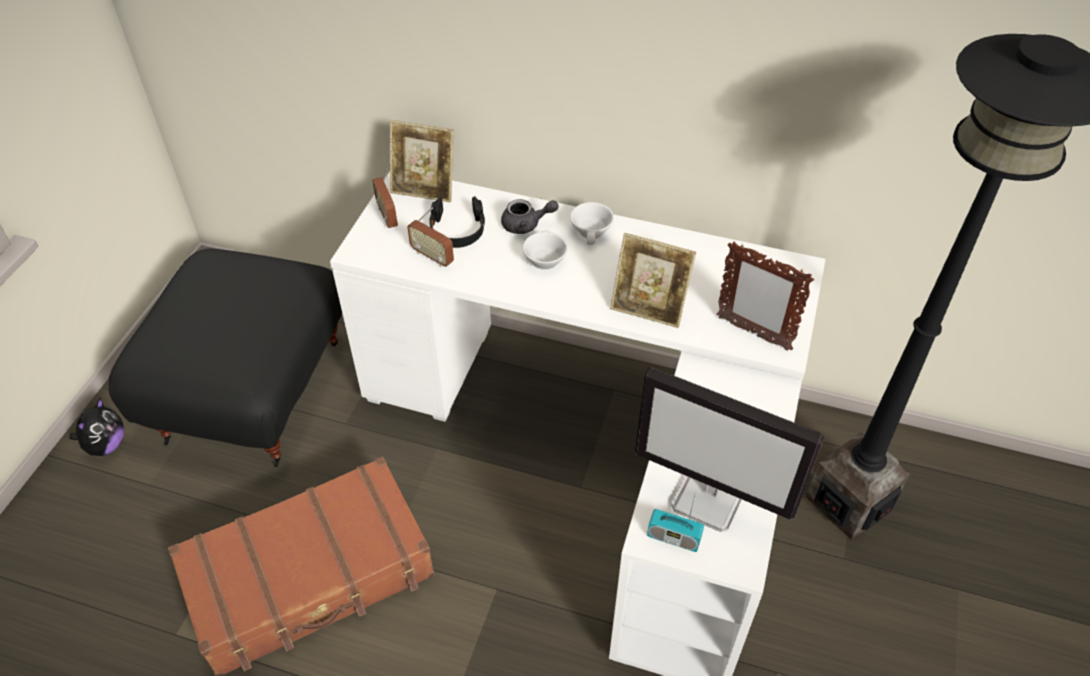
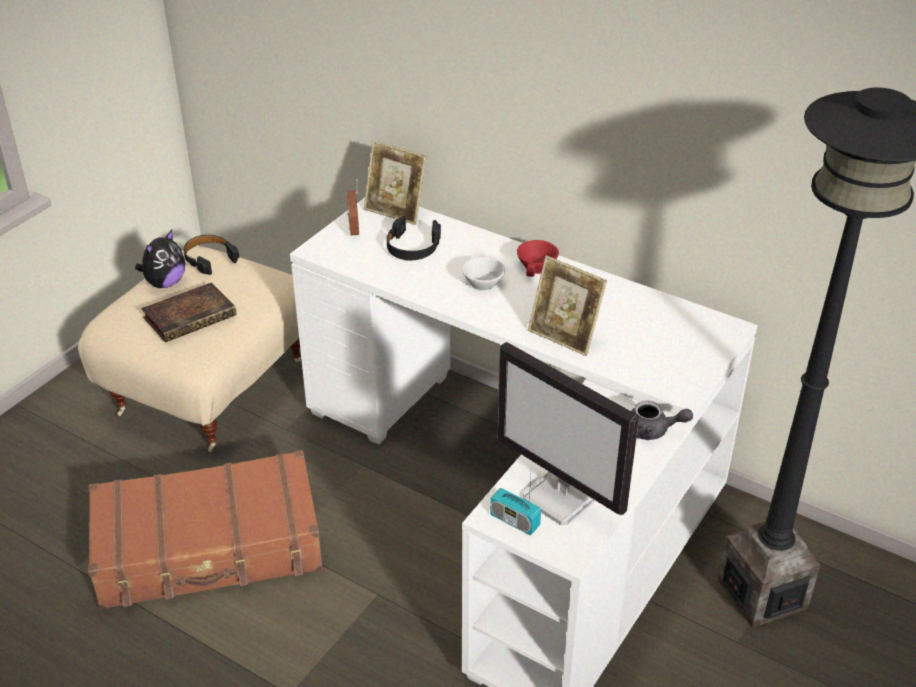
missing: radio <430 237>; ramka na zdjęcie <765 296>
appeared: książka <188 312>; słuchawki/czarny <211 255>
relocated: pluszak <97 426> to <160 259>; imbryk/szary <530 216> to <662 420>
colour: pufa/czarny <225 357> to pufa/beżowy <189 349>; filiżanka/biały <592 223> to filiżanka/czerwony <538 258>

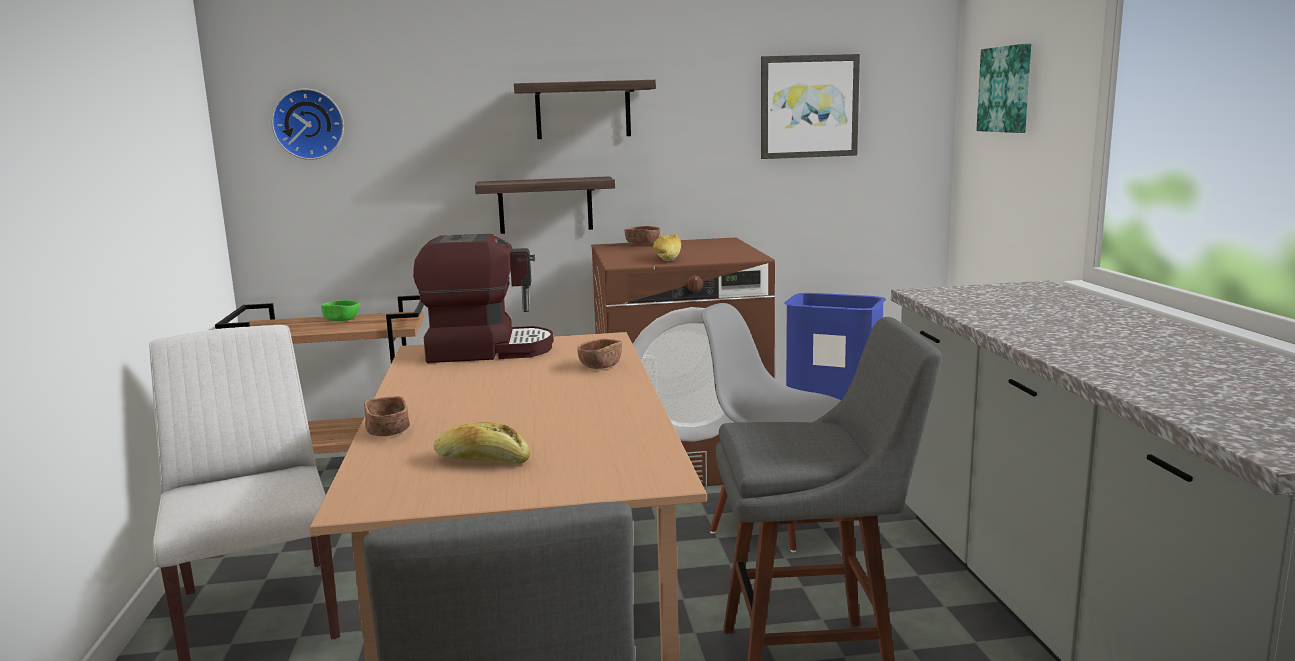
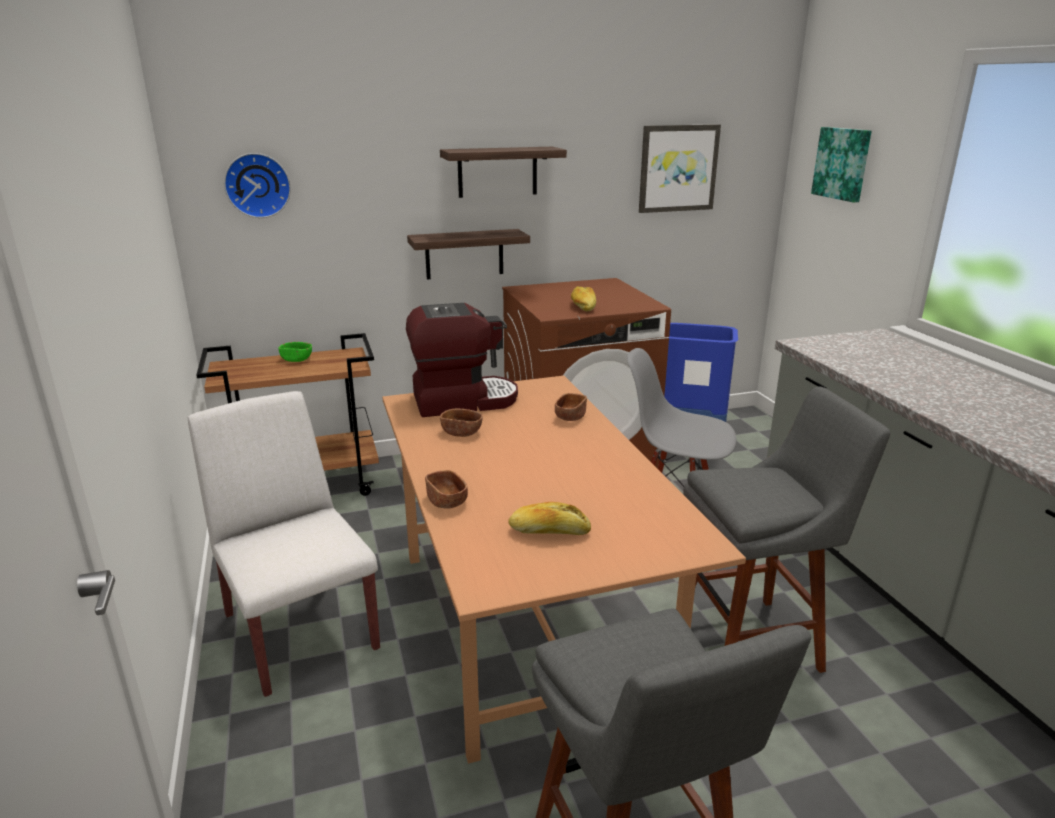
relocated: miska/brązowy <642 235> to <461 423>

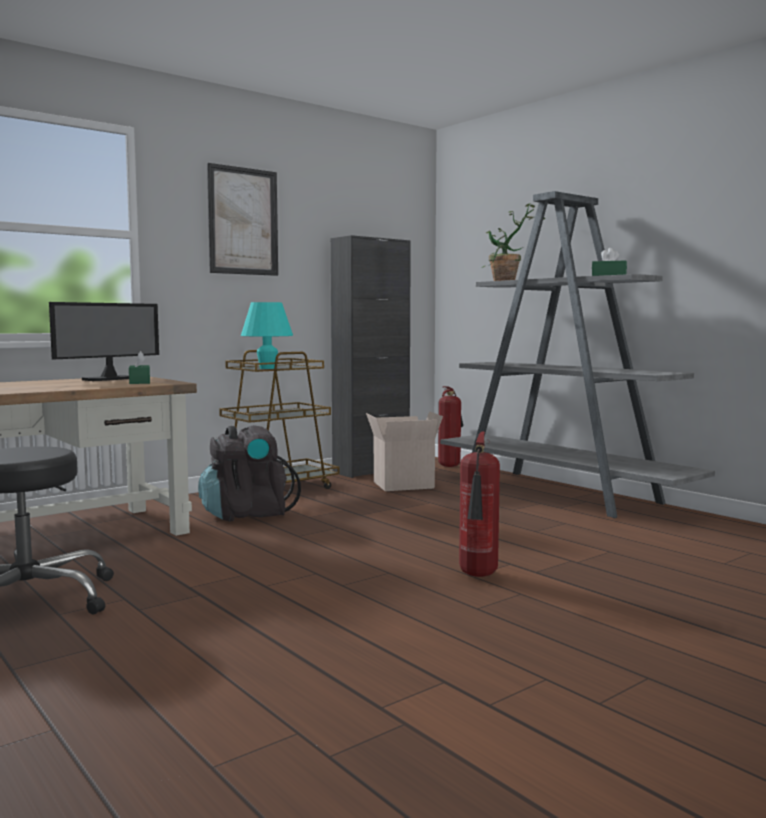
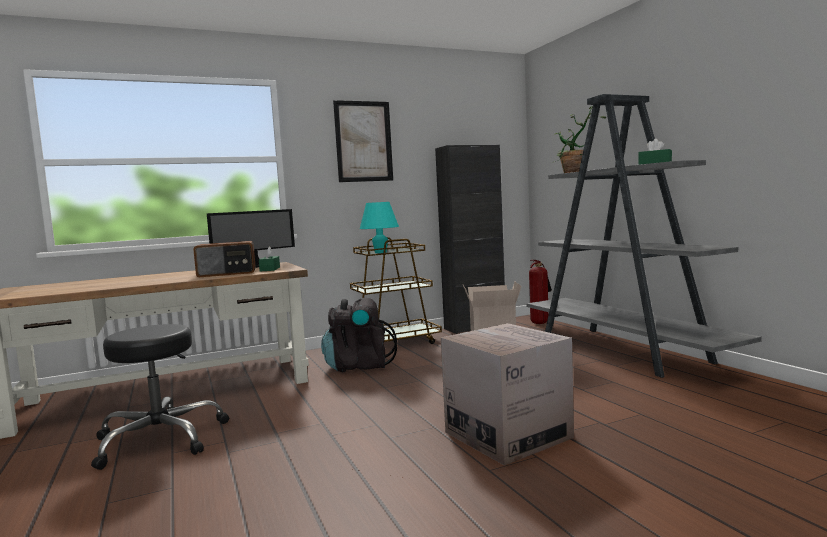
appeared: radio <224 259>
exchanged: gaśnica <479 504> to karton <507 394>

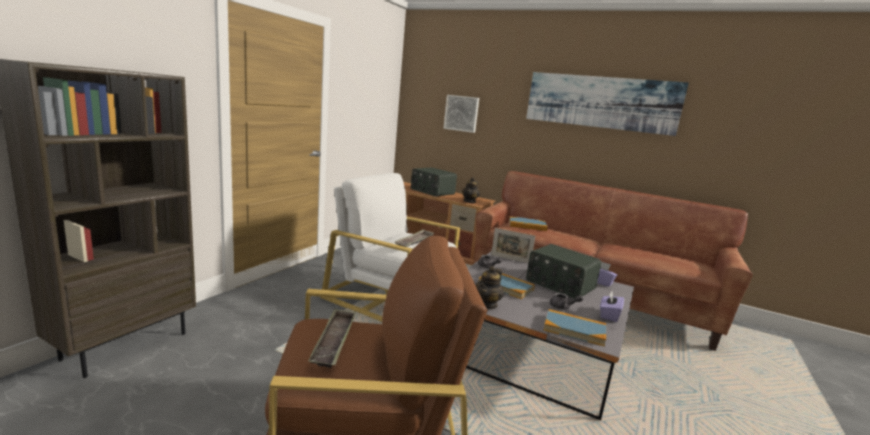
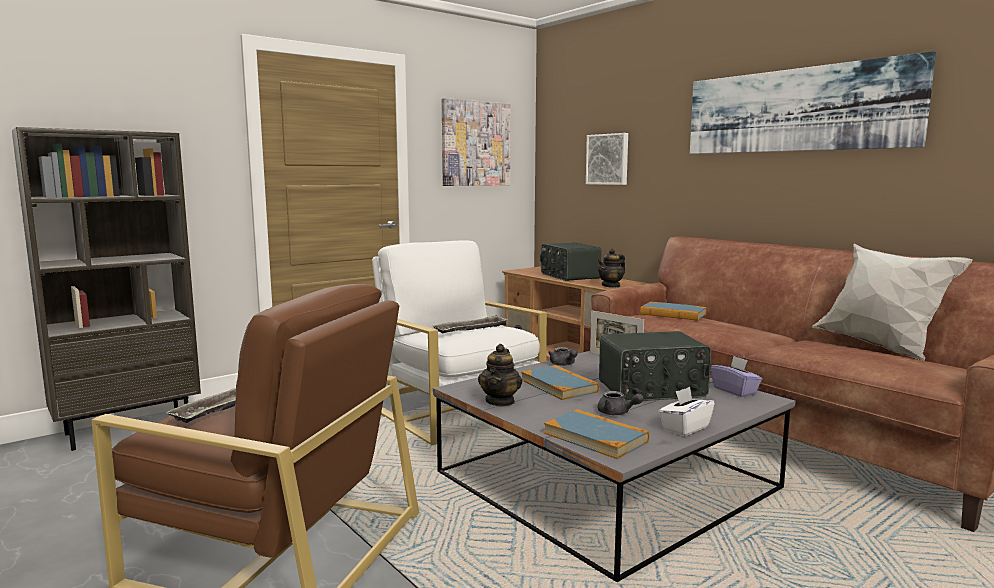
appeared: obraz <476 142>; poduszka/biały <892 302>
colour: pudełko chusteczek/fioletowy <612 306> to pudełko chusteczek/biały <687 411>
spun: imbryk <490 288> = <500 375> 45 degrees counterclockwise; radio <563 271> = <655 366> 75 degrees counterclockwise

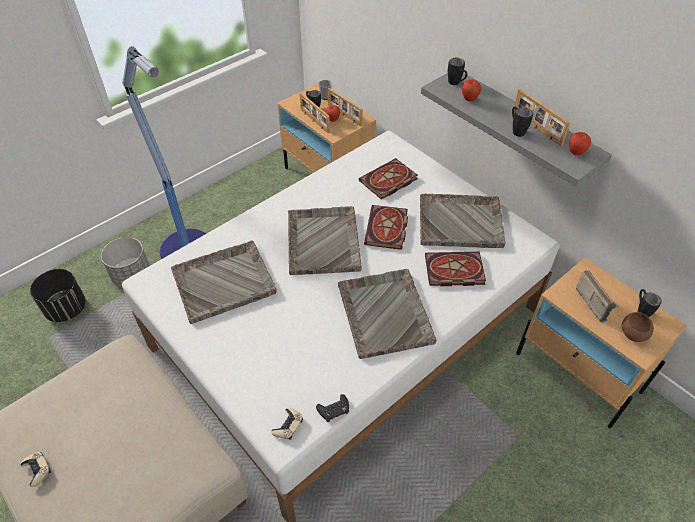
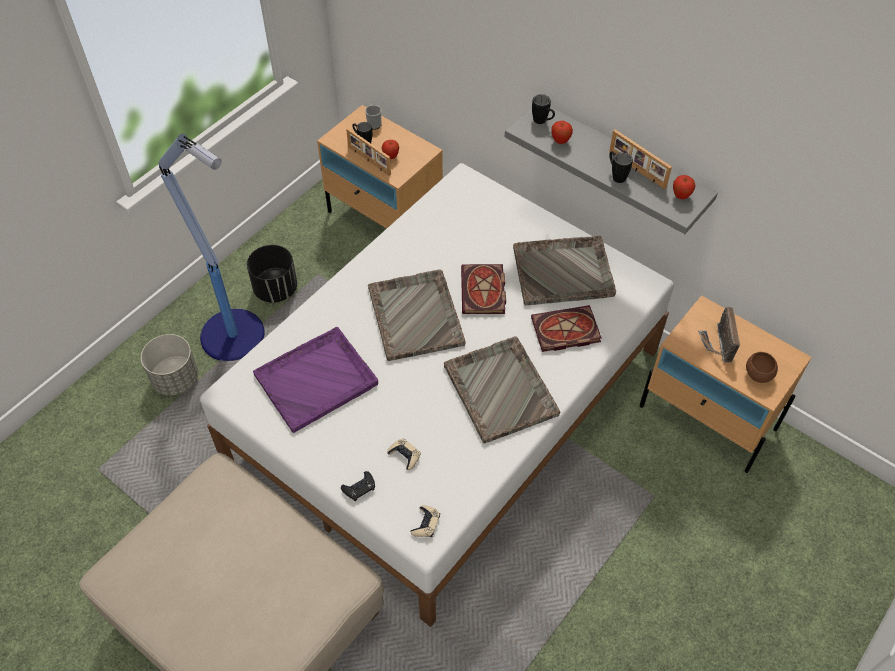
missing: ramka na zdjęcie <345 107>; książka <388 179>; kubek/czarny <650 303>
relocated: pad do gier/beżowy <35 469> to <404 454>; donica/czarny <58 295> to <272 274>; pad do gier/czarny <332 408> to <358 486>
colour: taca/szary <223 282> to taca/fioletowy <315 380>
spun: radio <597 296> = <719 334> 150 degrees counterclockwise

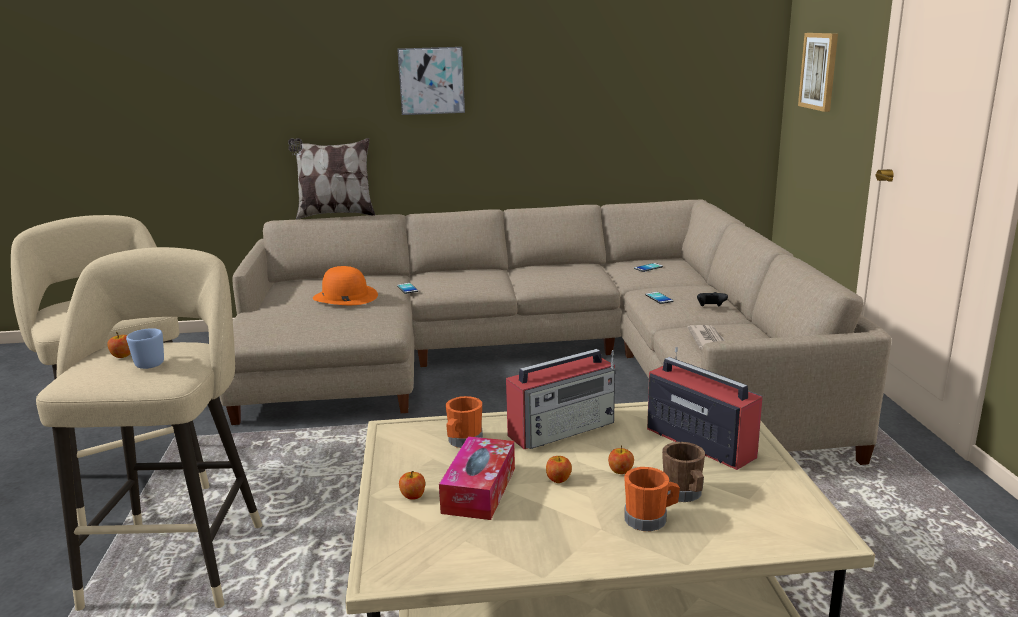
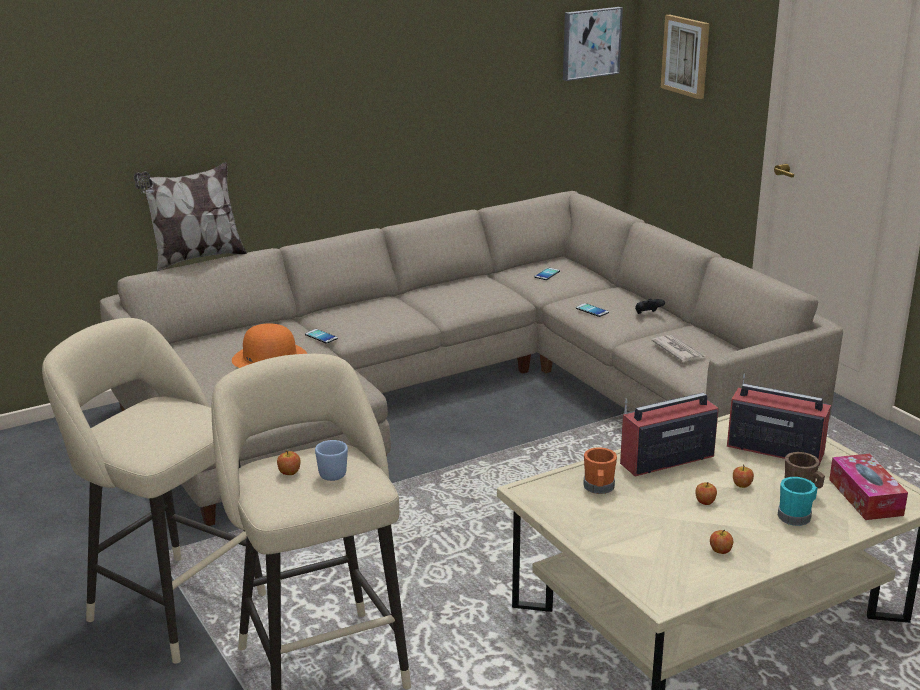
relocated: obraz <431 81> to <593 44>; jabłko <412 485> to <721 542>; pudełko chusteczek <477 478> to <868 487>
colour: kubek/pomarańczowy <652 499> to kubek/turkusowy <798 501>
spun: radio <560 399> = <669 434> 150 degrees counterclockwise

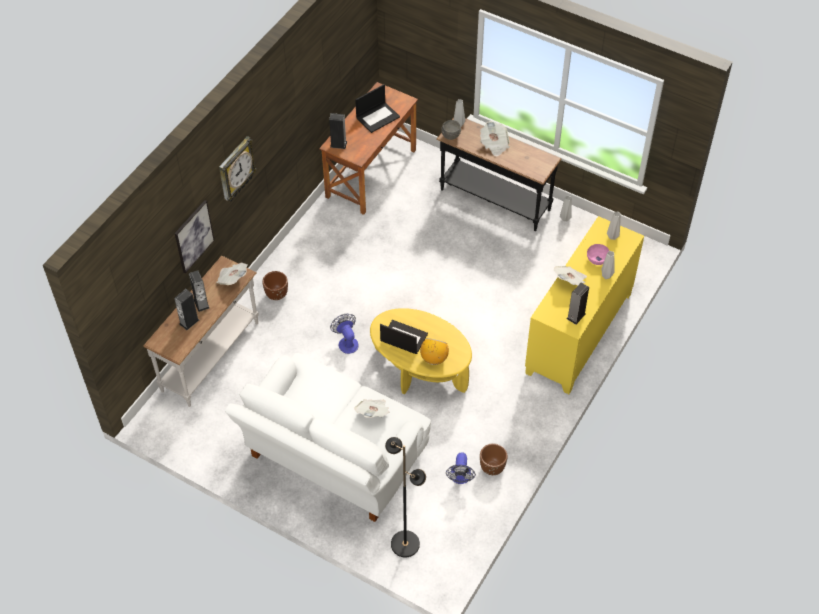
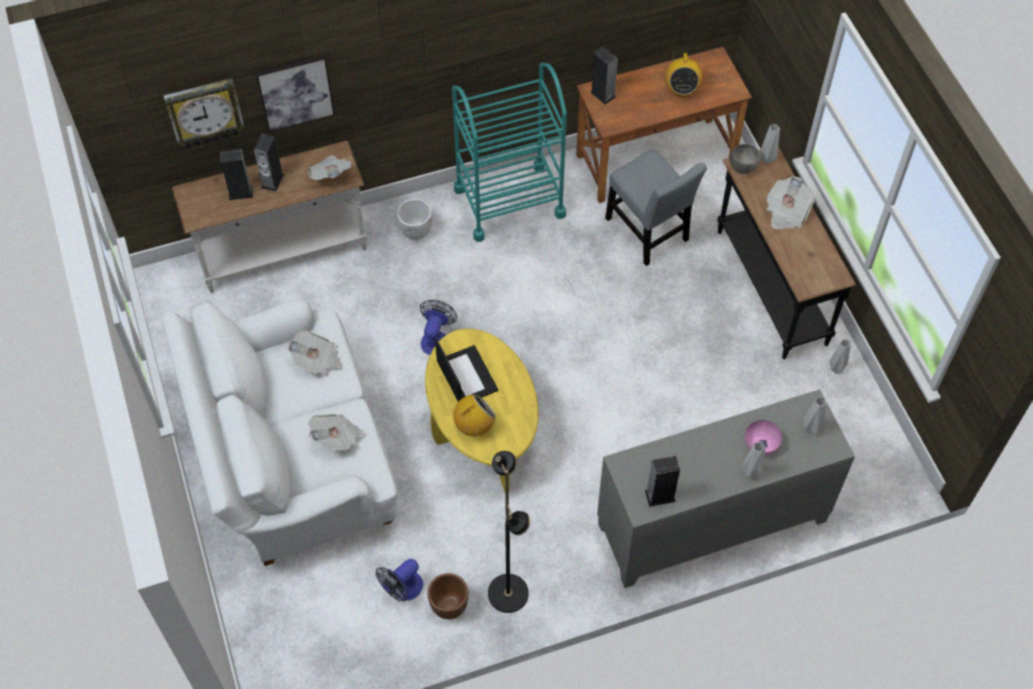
appeared: wózek/turkusowy <509 152>; krzesło/szary <656 207>
relocated: zegar ścienny <238 168> to <204 113>; lampa stojąca/czarny <405 497> to <509 532>; gazeta <570 275> to <314 352>
exchanged: laptop <377 108> to radio <684 75>
colour: donica/brązowy <275 285> to donica/biały <414 219>; szafka/żółty <584 305> to szafka/szary <726 488>

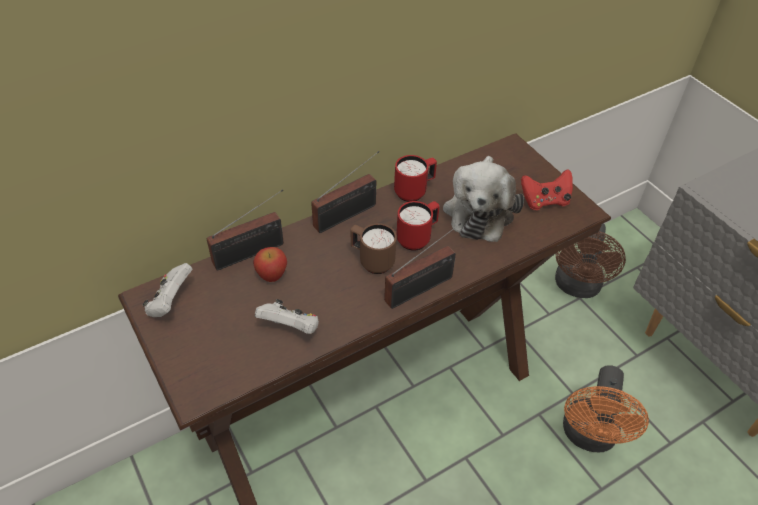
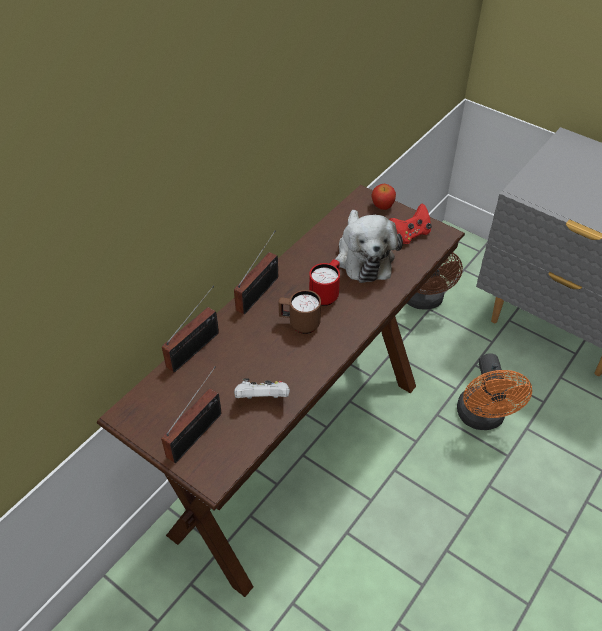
missing: pad do gier/biały <168 290>; kubek/czerwony <415 178>
relocated: jabłko <270 264> to <384 197>; radio <422 266> to <191 414>

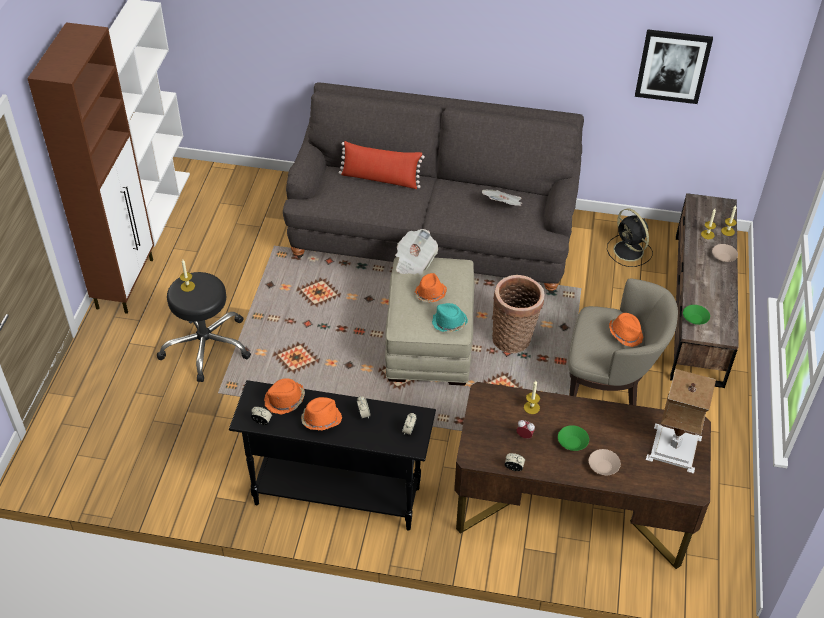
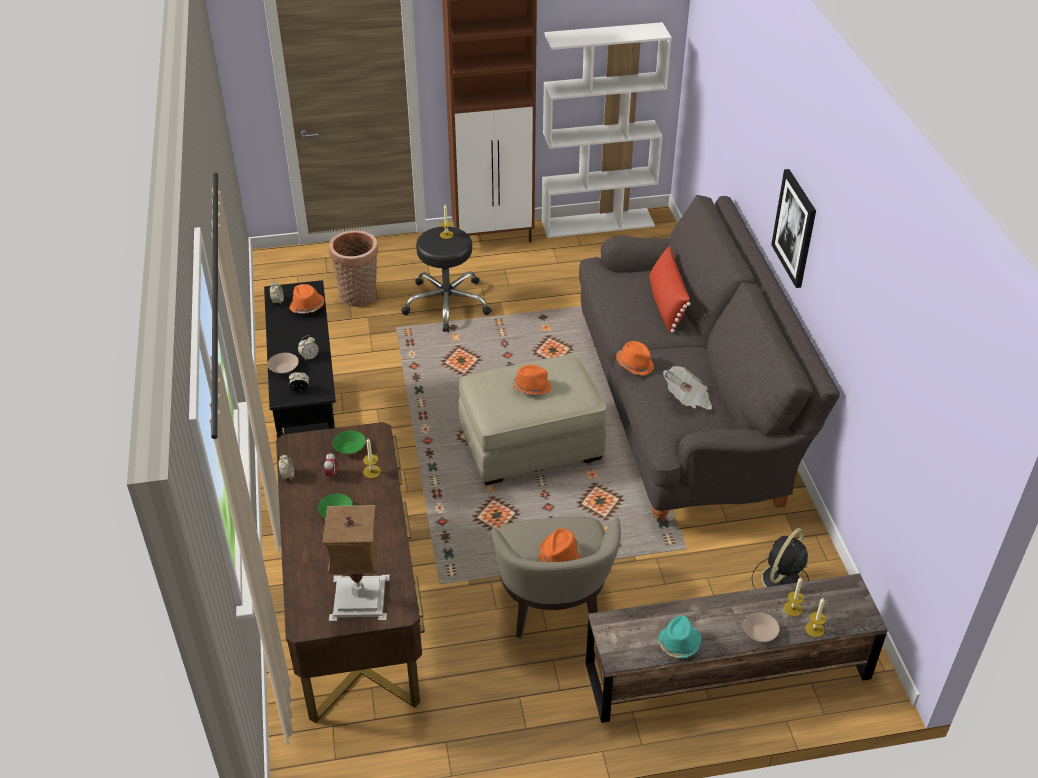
missing: gazeta <416 252>
relocated: kapelusz/pomarańczowy <321 414> to <635 358>; kapelusz/turkusowy <450 317> to <679 636>; koszyk <518 314> to <353 268>; miska/beżowy <605 462> to <283 363>; obraz <674 66> to <793 228>; miska/zielony <696 315> to <349 442>

